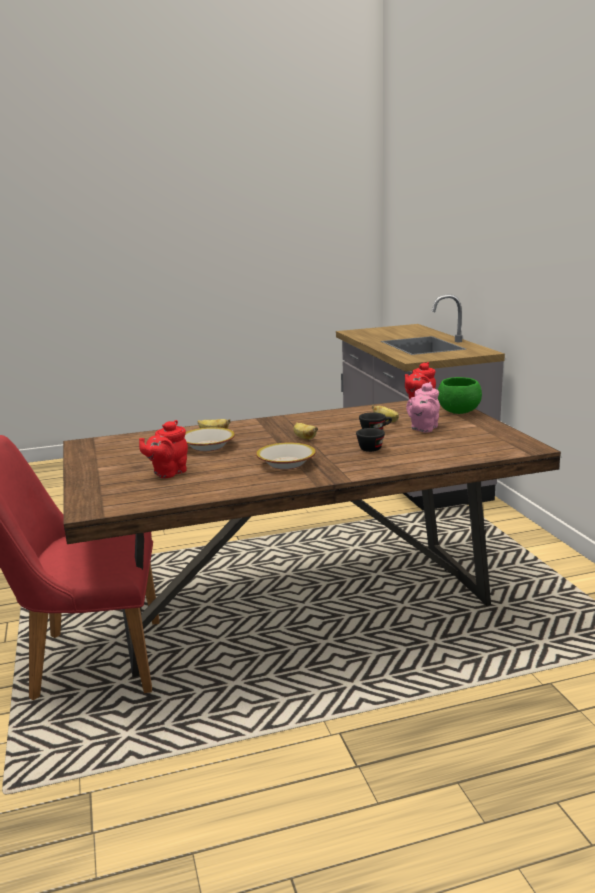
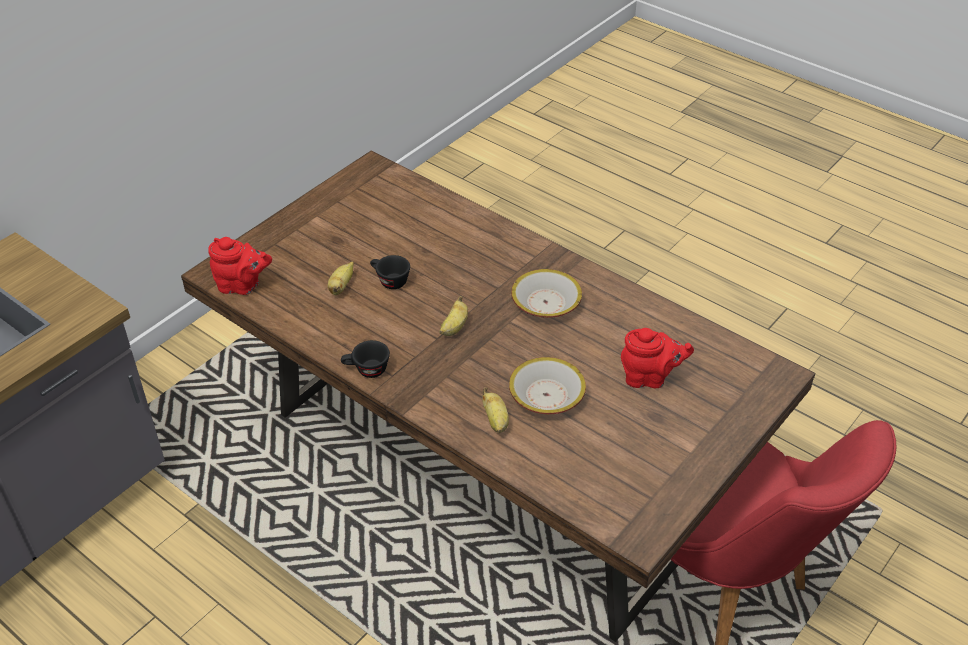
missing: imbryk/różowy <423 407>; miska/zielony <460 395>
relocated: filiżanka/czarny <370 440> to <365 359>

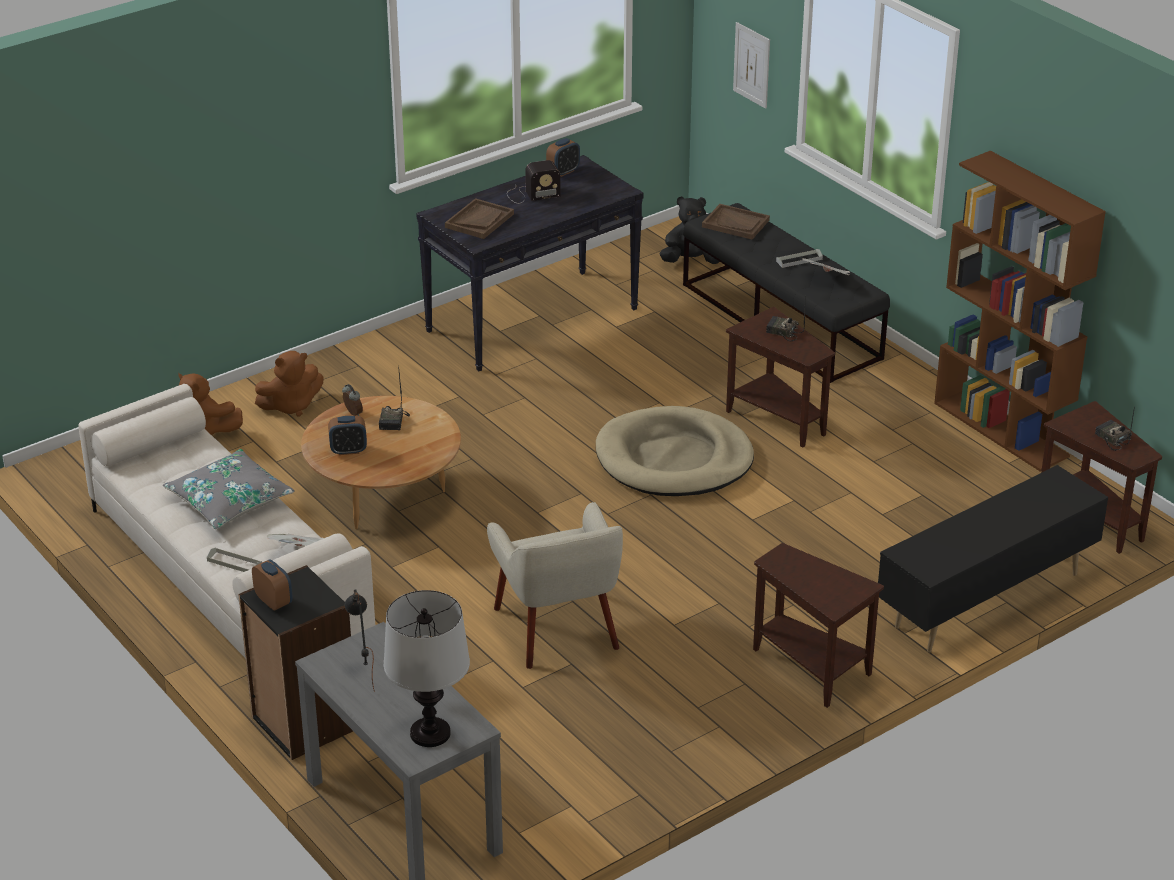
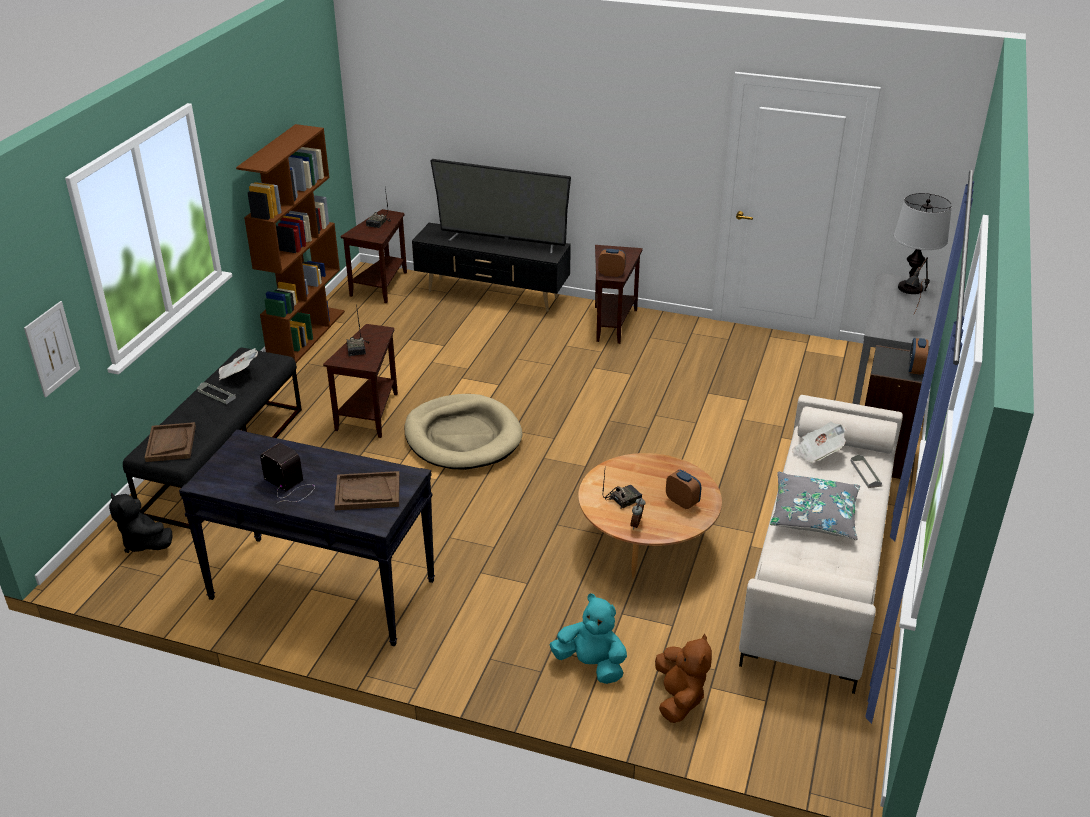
missing: fotel/beżowy <555 585>
appeared: telewizor <500 206>
relocated: budzik <563 157> to <612 263>
colour: pluszak/brązowy <289 384> to pluszak/turkusowy <588 639>

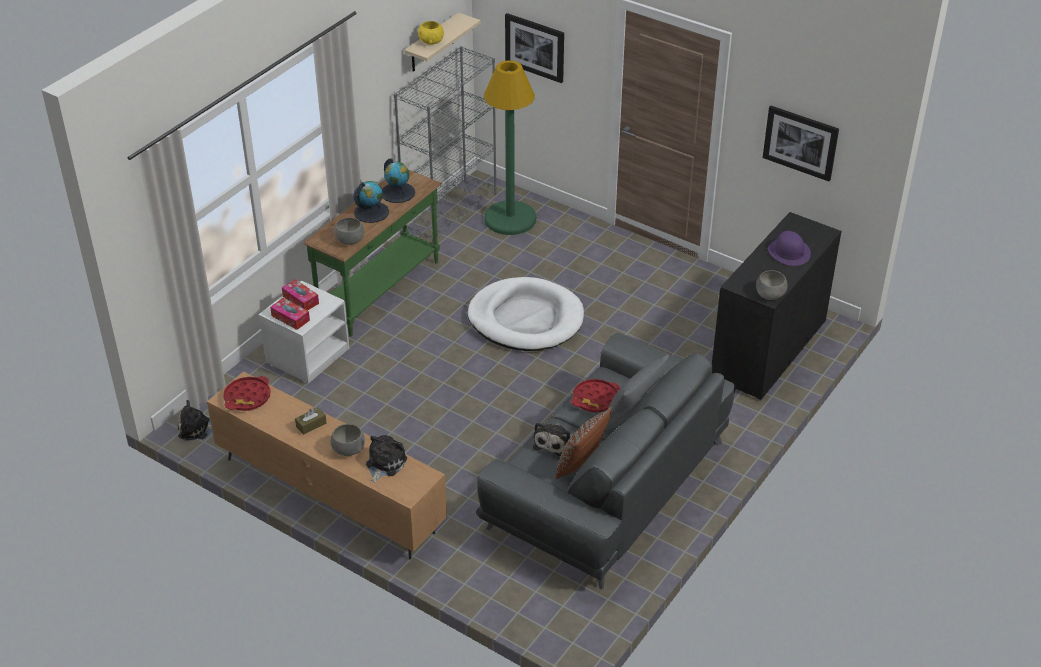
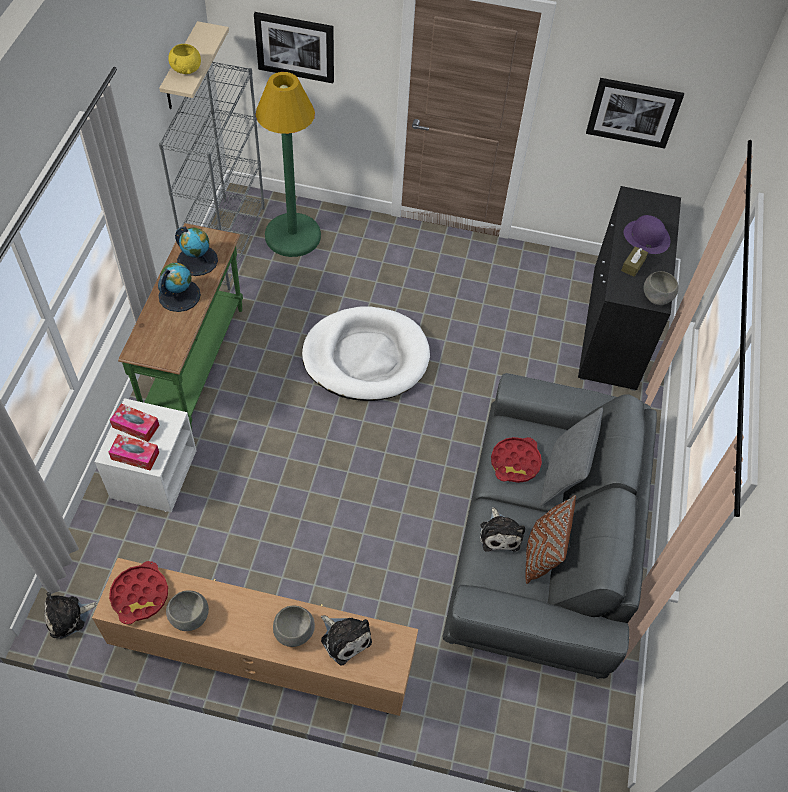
relocated: pudełko chusteczek/brązowy <311 421> to <634 261>; miska/szary <349 231> to <187 611>
spun: pluszak <386 459> = <346 640> 135 degrees clockwise

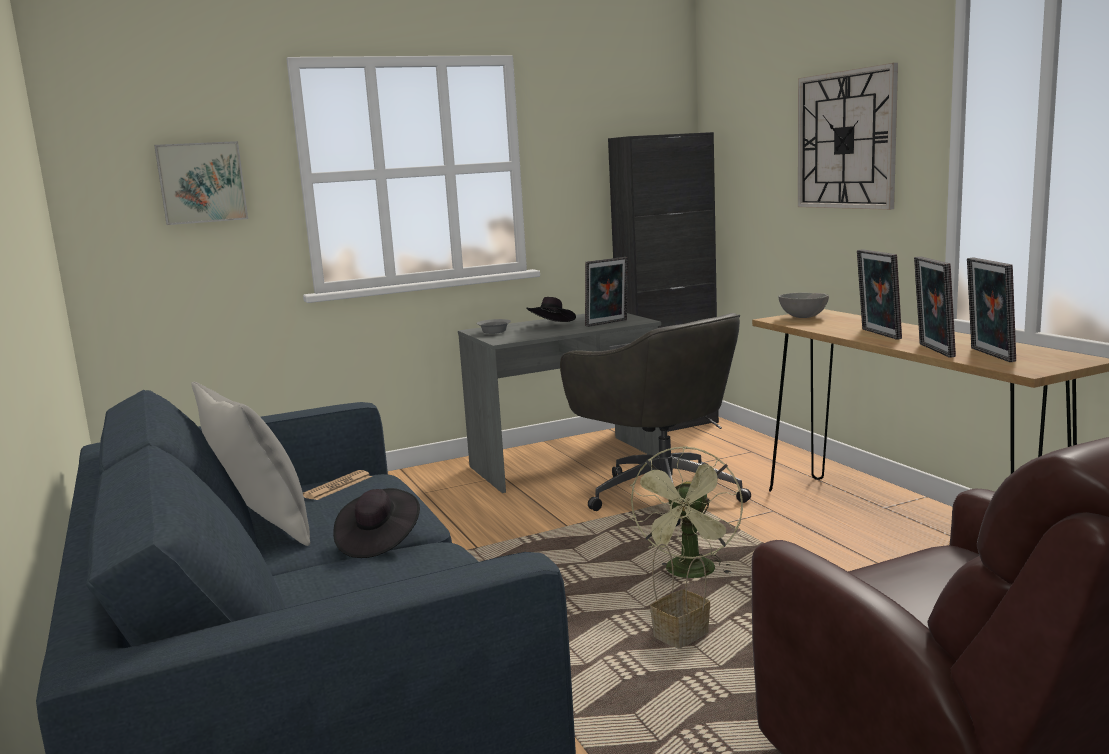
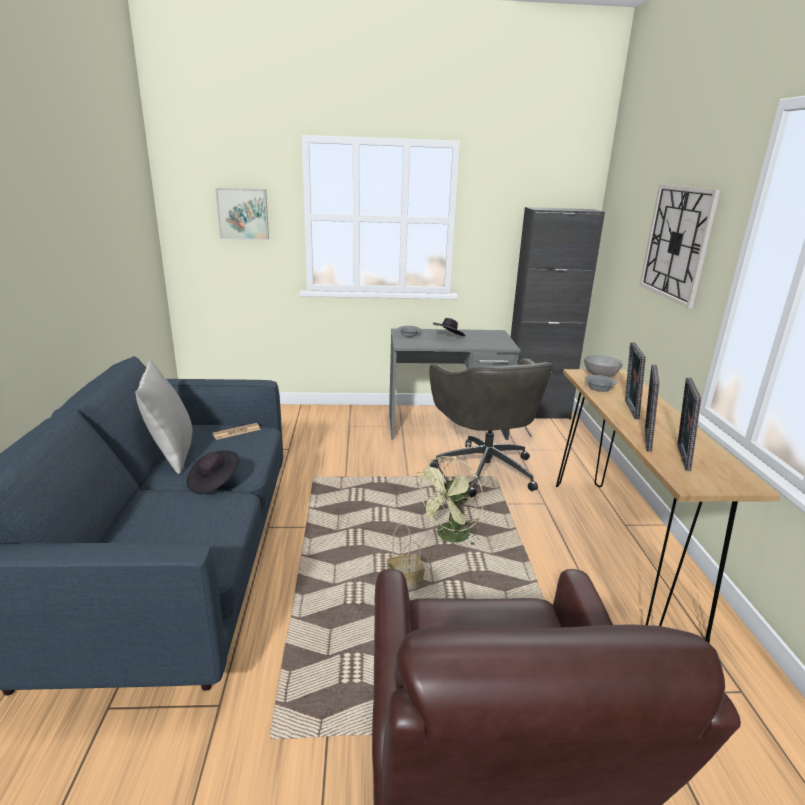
missing: ramka na zdjęcie <606 292>
appeared: miska/szary <601 383>

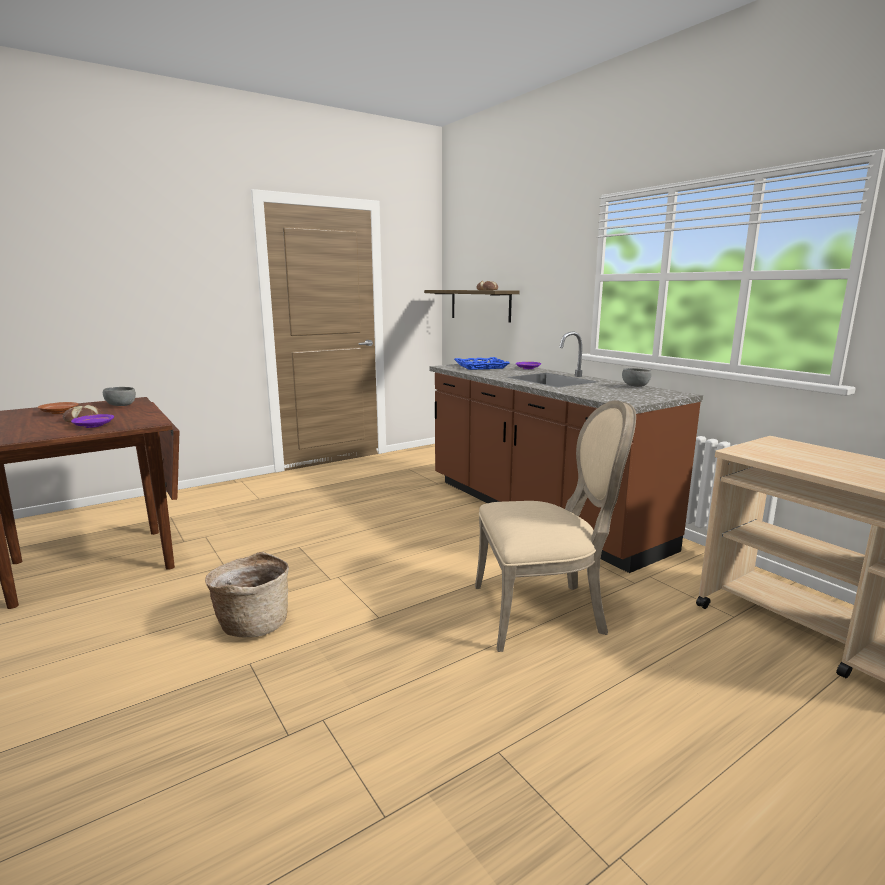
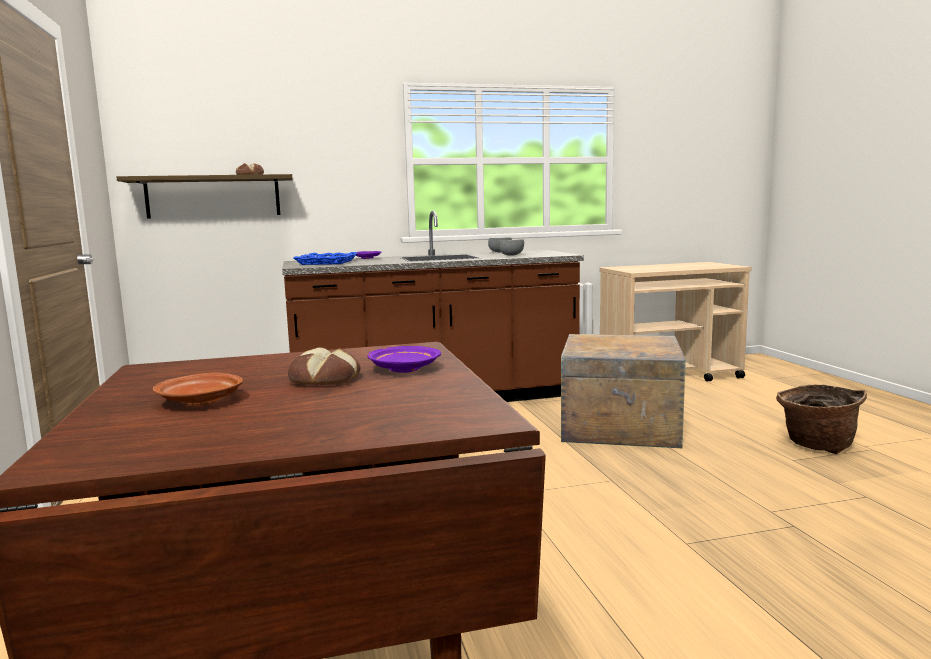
relocated: miska/szary <119 396> to <511 247>; koszyk <247 594> to <821 419>
exchanged: krzesło/beżowy <555 526> to skrzynka <623 391>

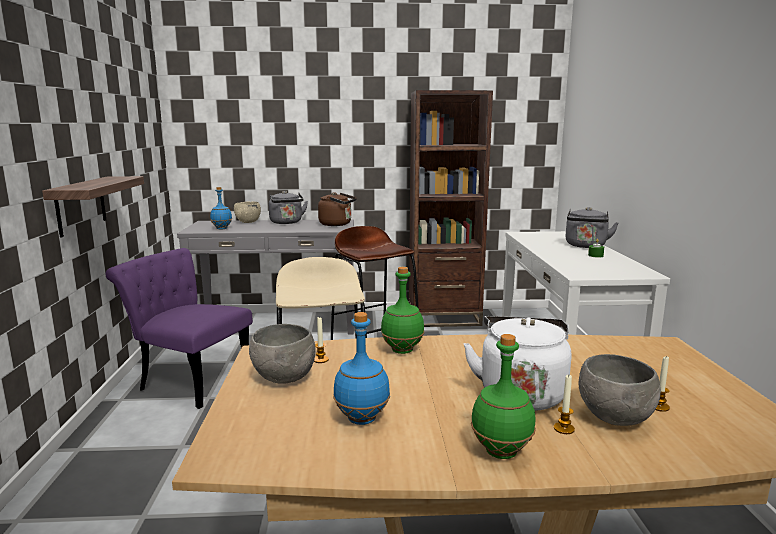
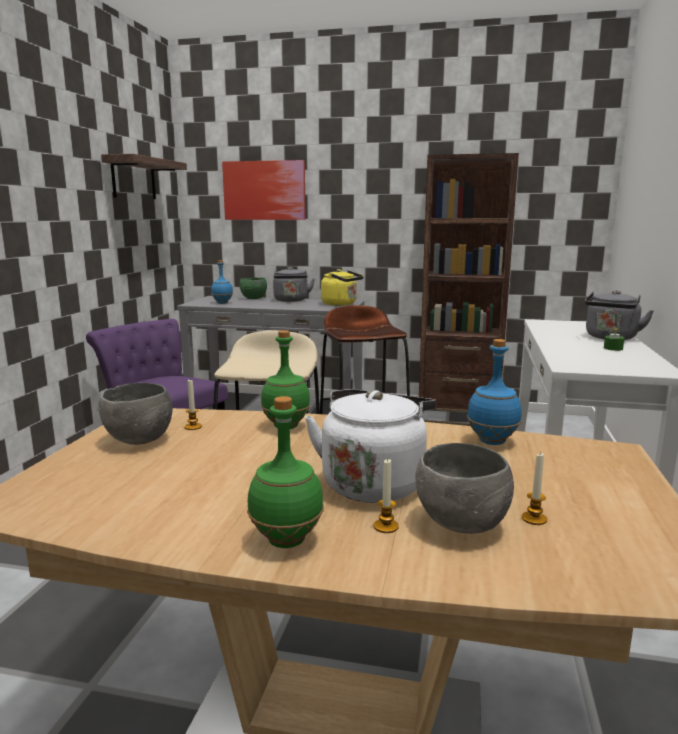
appeared: obraz <264 190>
relocated: półka <93 207> to <144 176>; butelka/niebieski <361 368> to <494 392>
colour: miska/beżowy <247 212> to miska/zielony <253 288>; czajnik/brązowy <337 209> to czajnik/żółty <342 287>

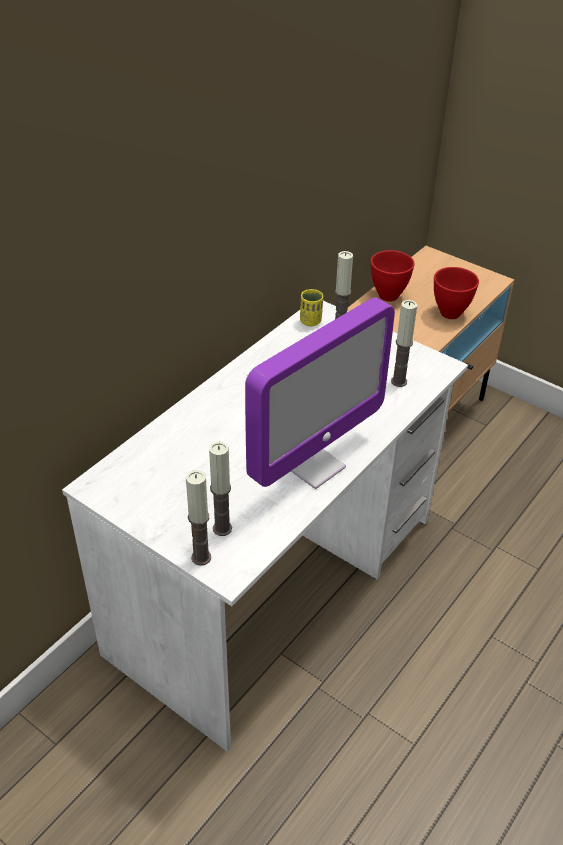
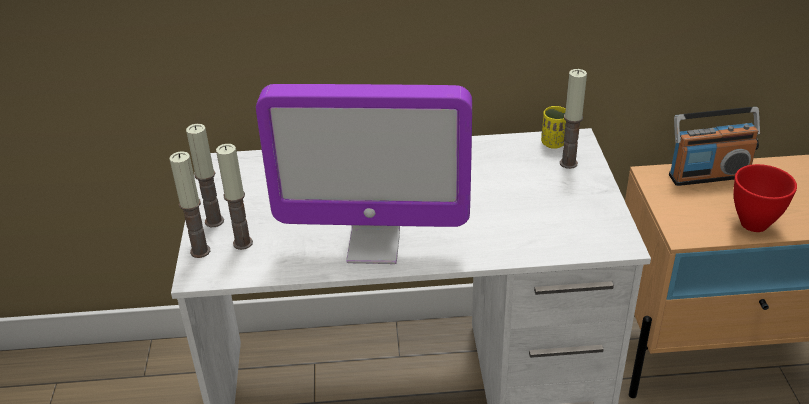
relocated: świeca <404 343> to <205 175>
exchanged: miska/czerwony <393 276> to radio <714 146>

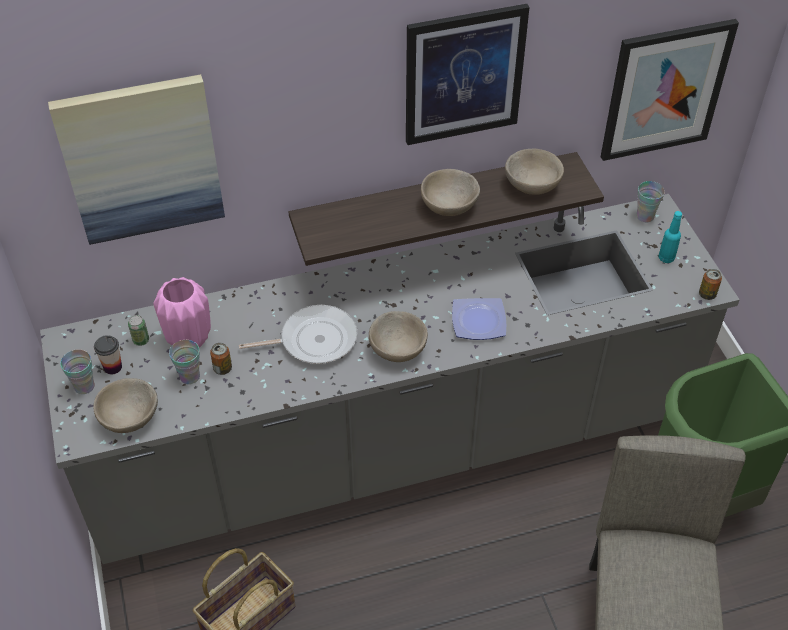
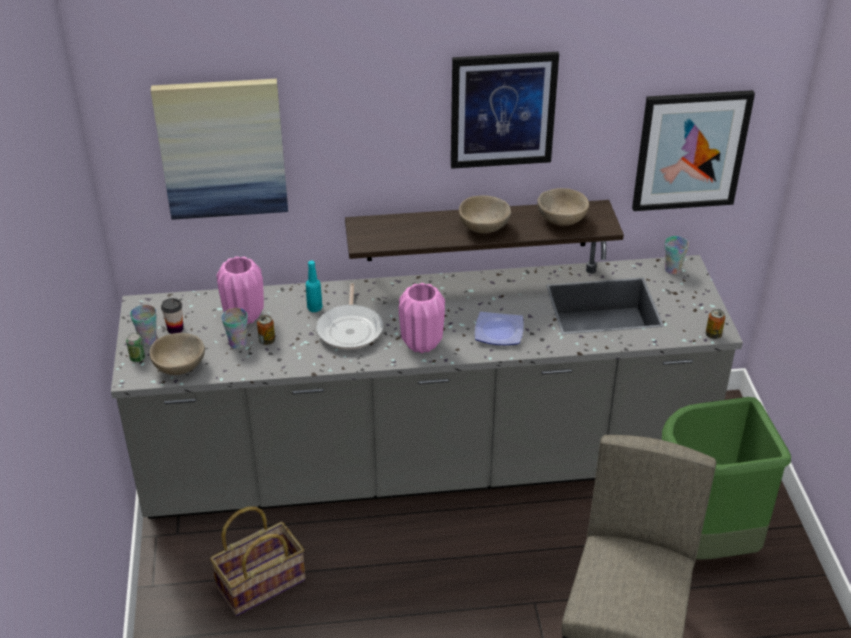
relocated: puszka <138 330> to <135 347>; butelka/turkusowy <670 237> to <314 286>
exchanged: miska/beżowy <398 336> to wazon/różowy <422 318>
spun: patelnia <298 334> = <349 316> 90 degrees clockwise

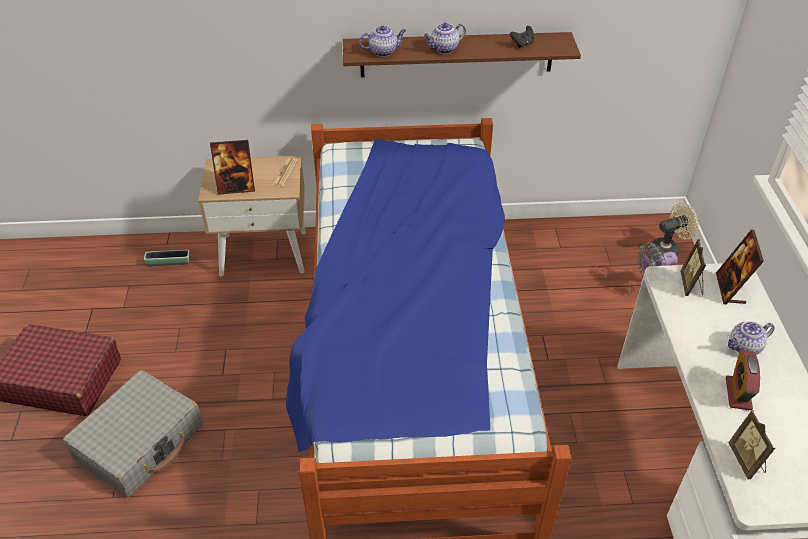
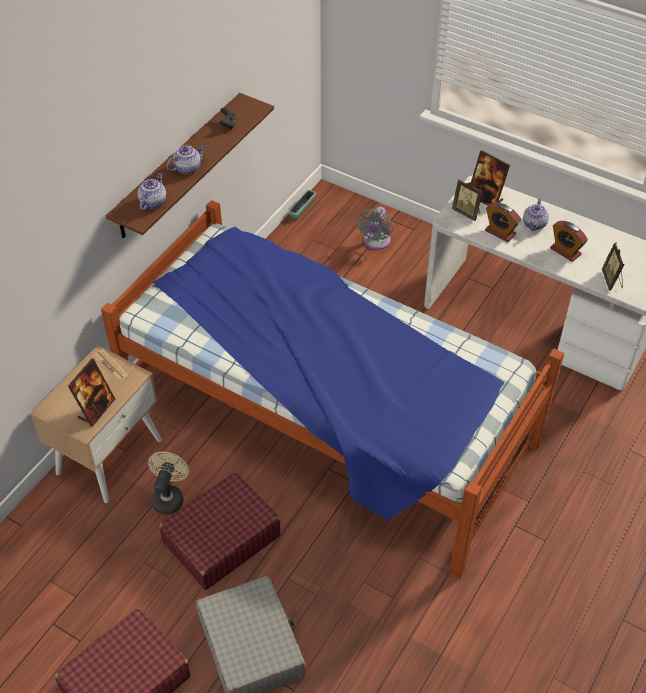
appeared: walizka/czerwony <220 531>; budzik <503 222>
relocated: donica <167 258> to <302 204>; wentylator/beżowy <673 229> to <168 483>
spun: imbryk <445 38> = <186 159> 135 degrees counterclockwise; ramka na zdjęcie <751 445> = <613 266> 60 degrees clockwise

